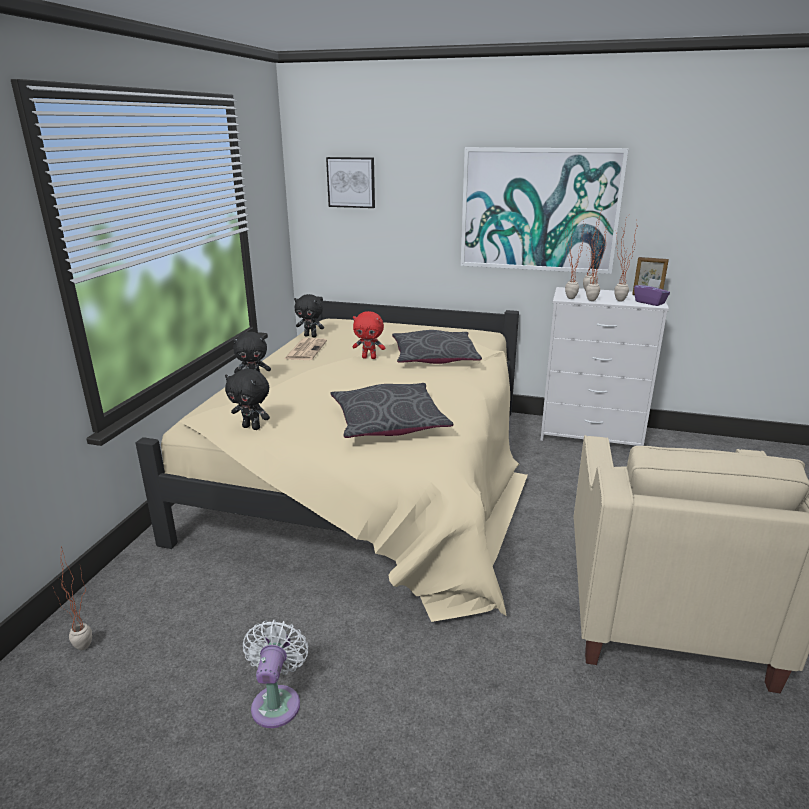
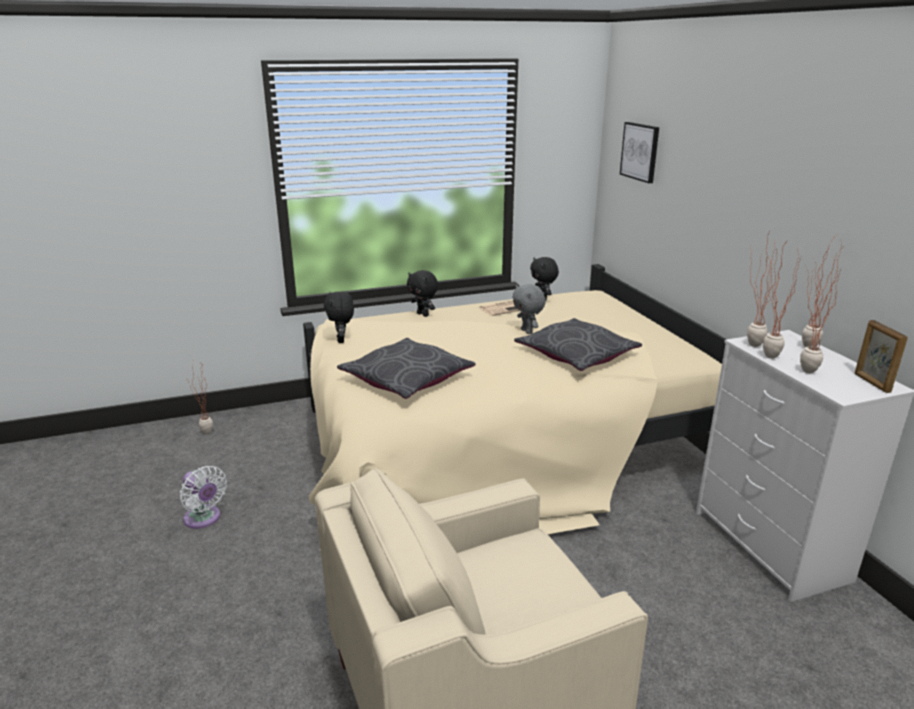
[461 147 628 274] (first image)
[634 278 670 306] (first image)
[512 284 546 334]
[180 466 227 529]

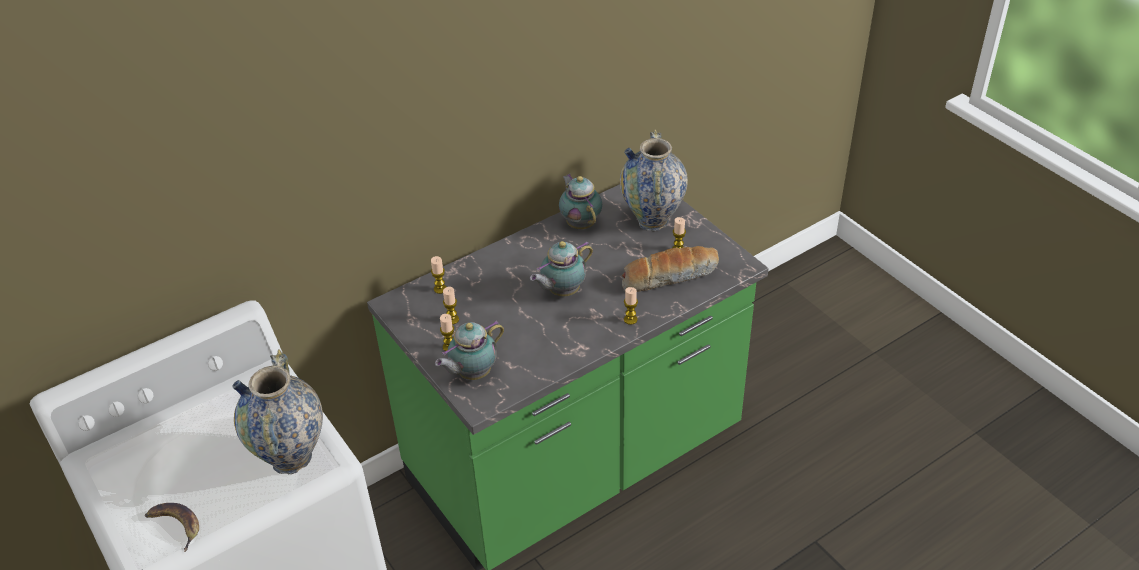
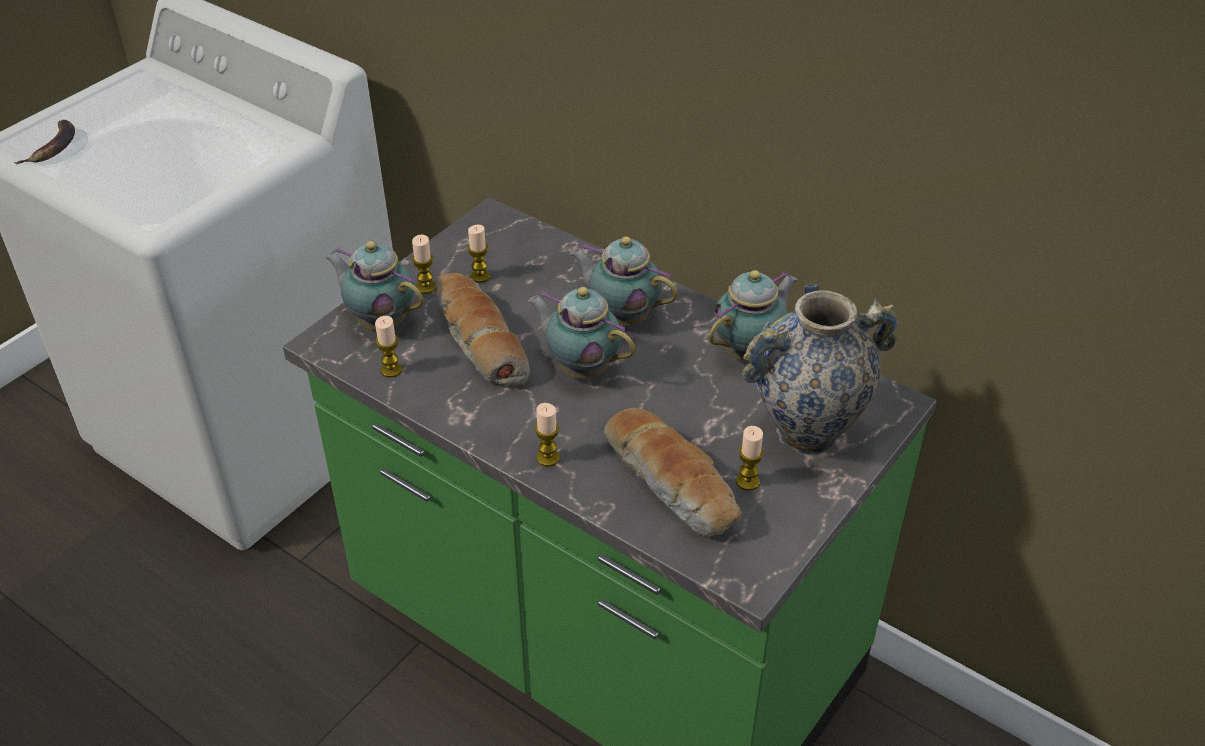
[232 349 323 474] (first image)
[436 273 530 386]
[570 236 678 325]
[375 316 402 377]

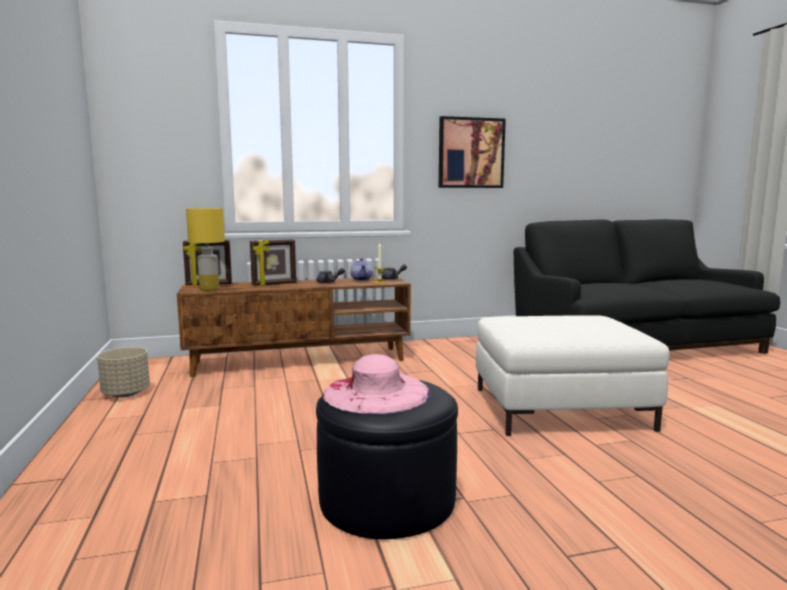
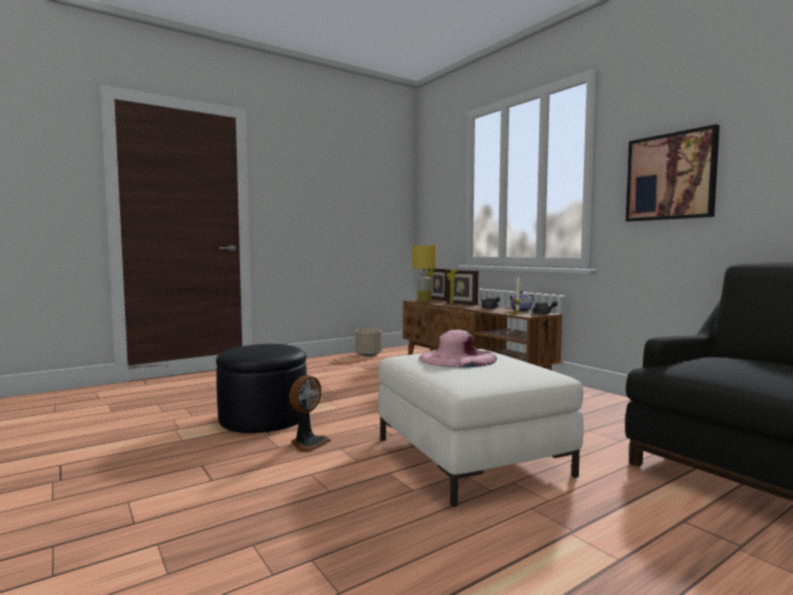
[289 375 331 452]
[419 330 497 367]

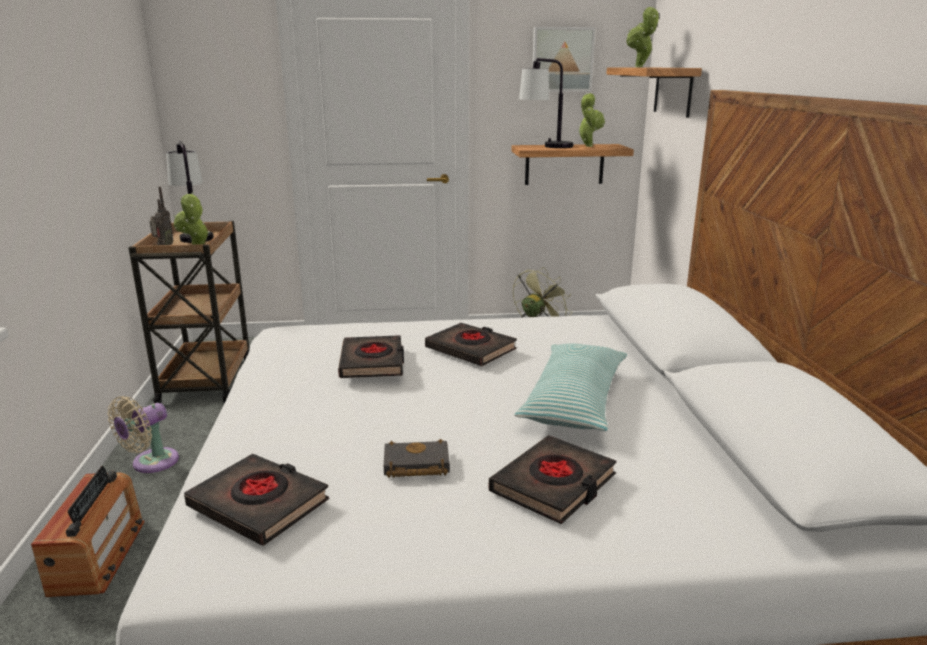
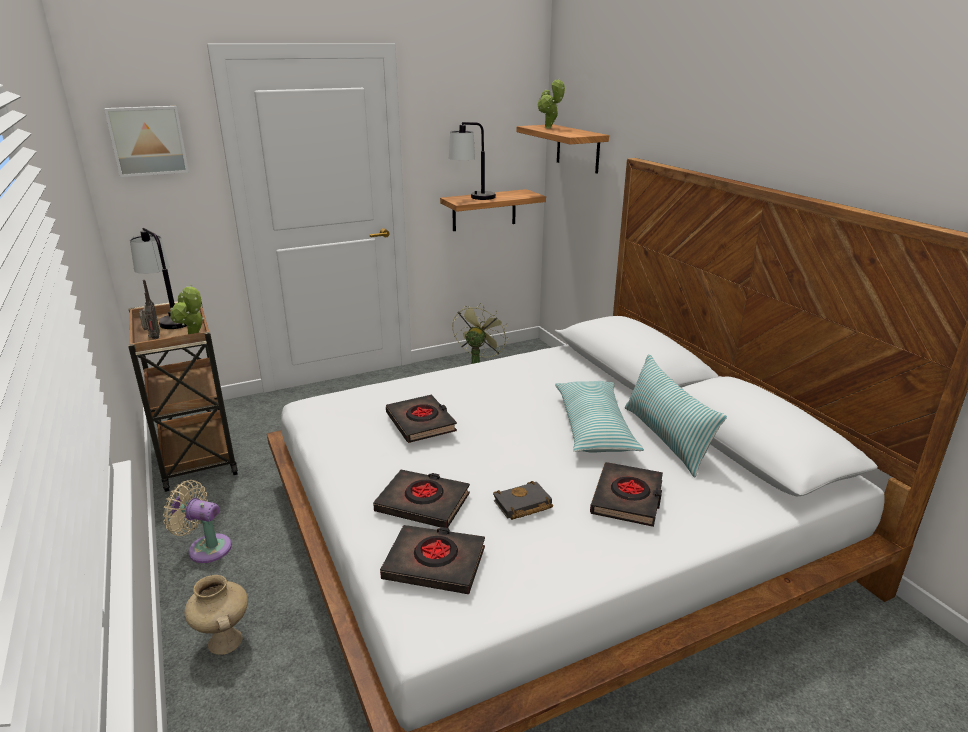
[578 93 605 147] (first image)
[625 354 727 477]
[373 470 470 528]
[104 106 189 177]
[184 575 248 655]
[163 480 232 563]

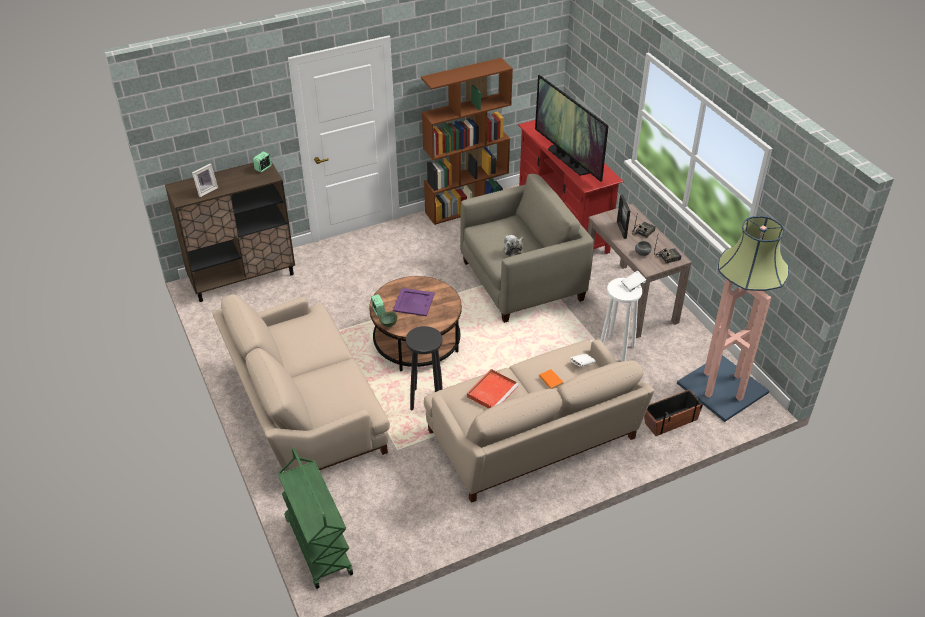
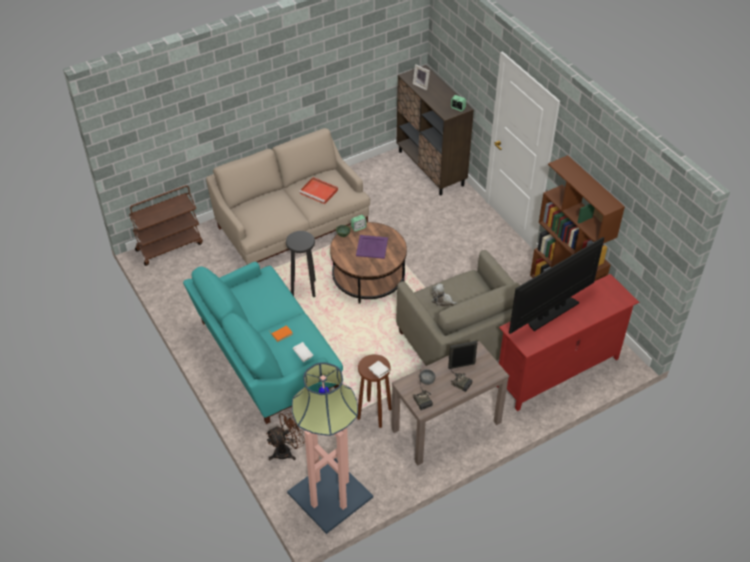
[299 177 338 204]
[266 410 305 460]
[129 185 203 266]
[183 262 343 424]
[357 354 392 428]

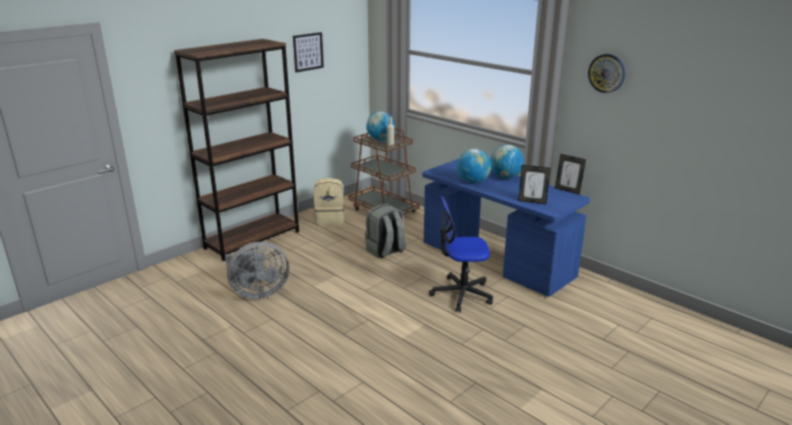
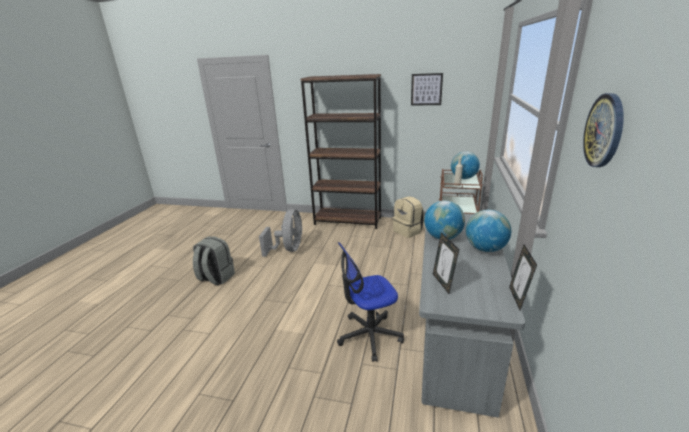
[193 236 235 286]
[419 214 525 418]
[259 209 303 257]
[337 242 404 362]

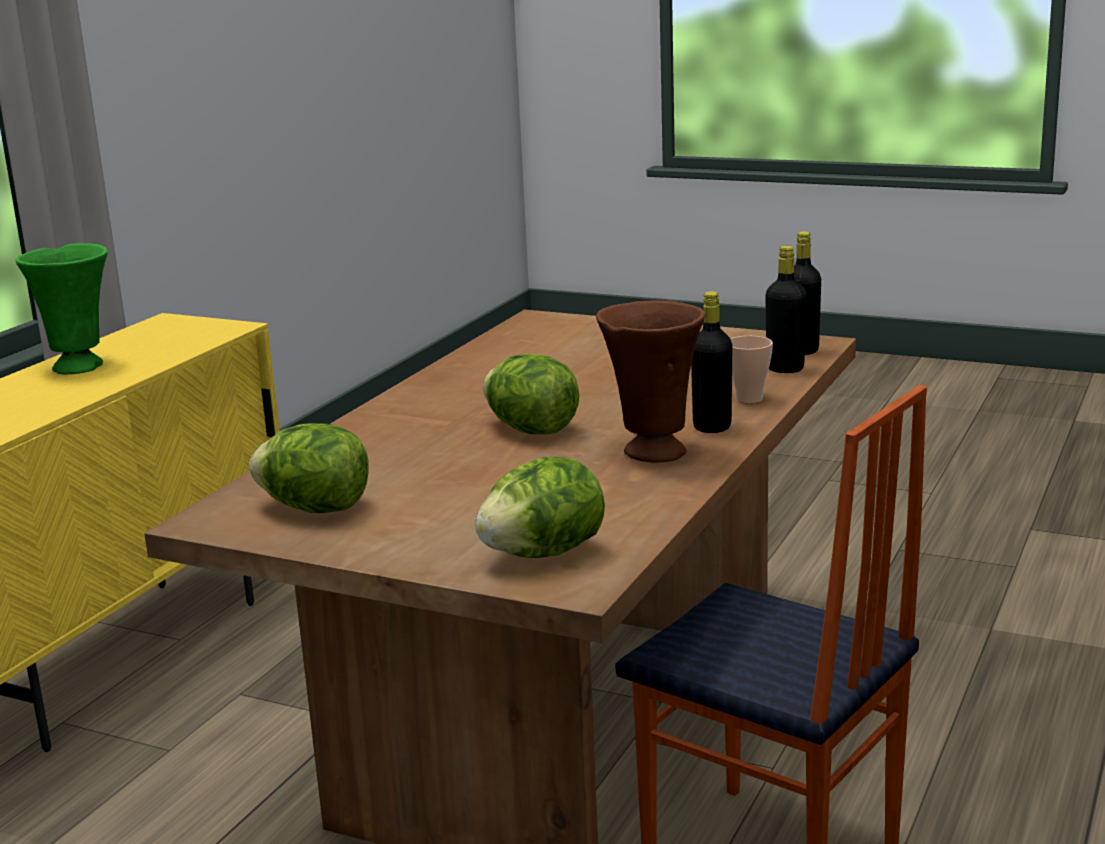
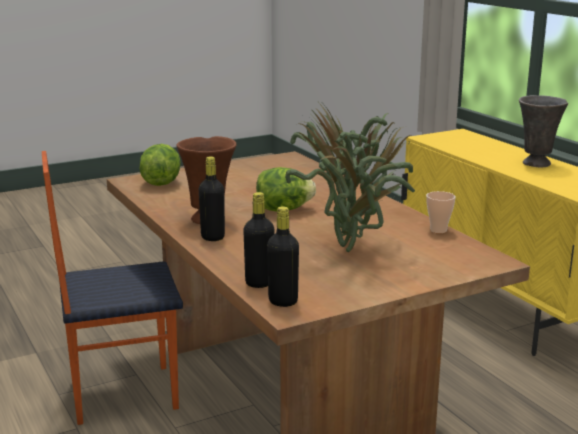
[249 423 369 513] (first image)
[285 103 415 252]
[426 191 456 233]
[519 95 568 167]

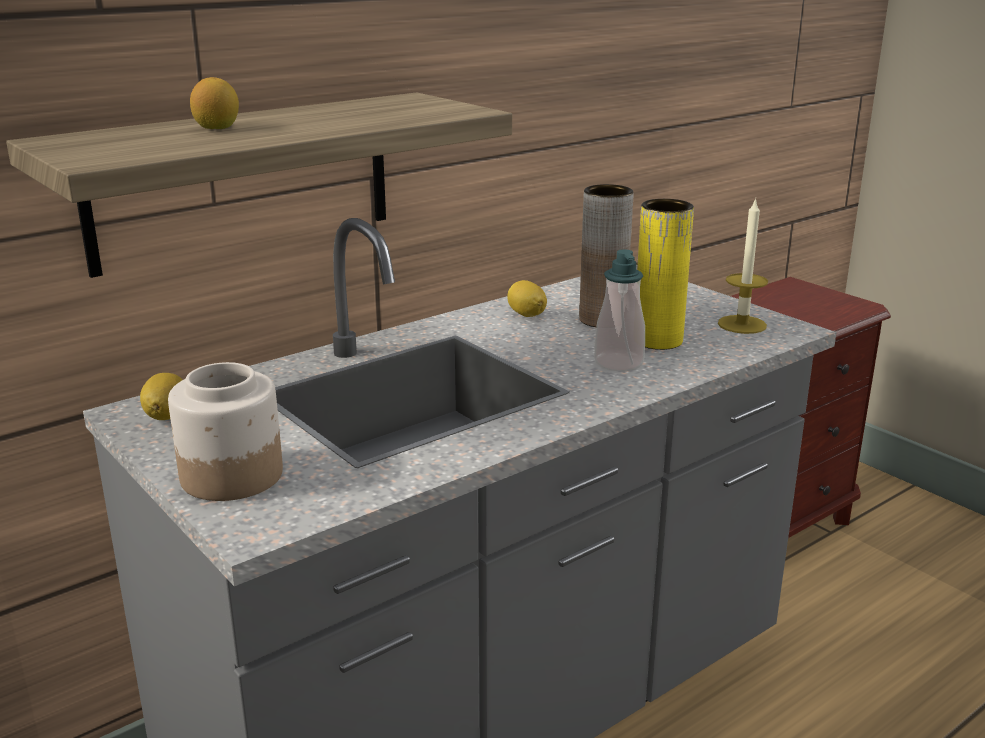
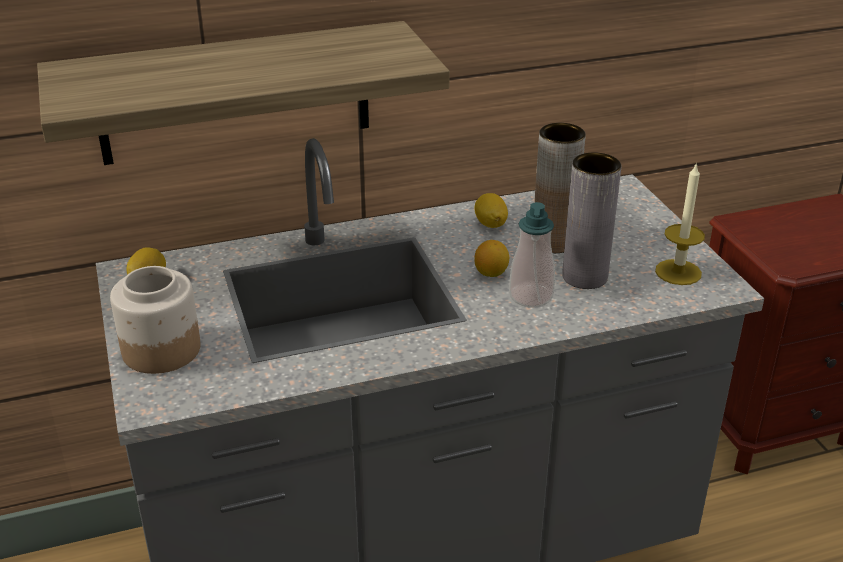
[474 240 509 277]
[562 153 621 289]

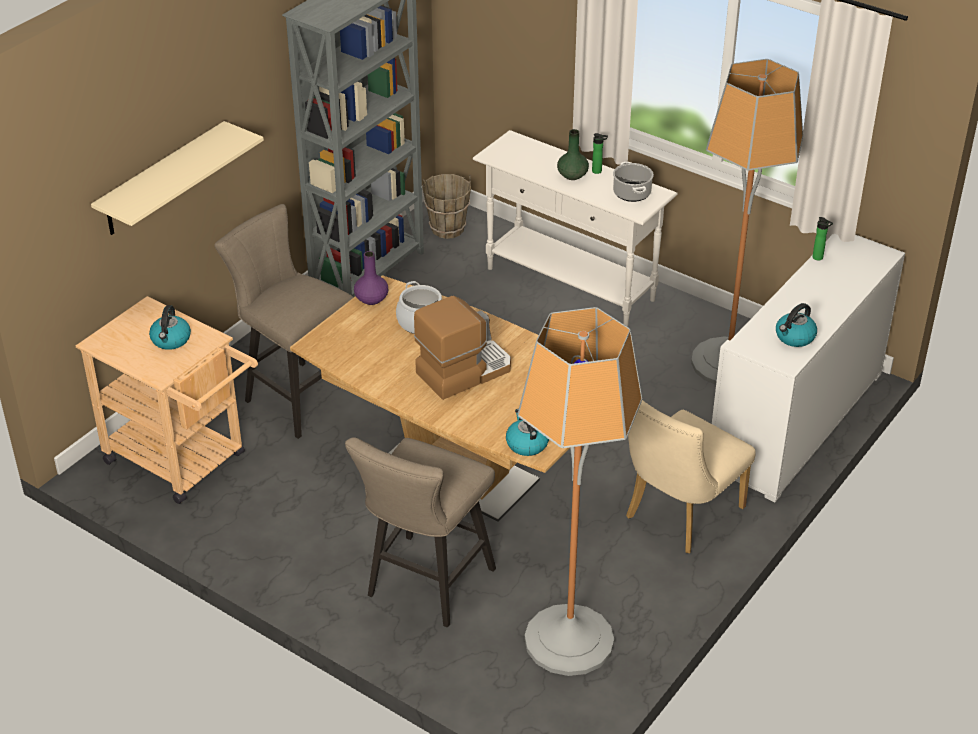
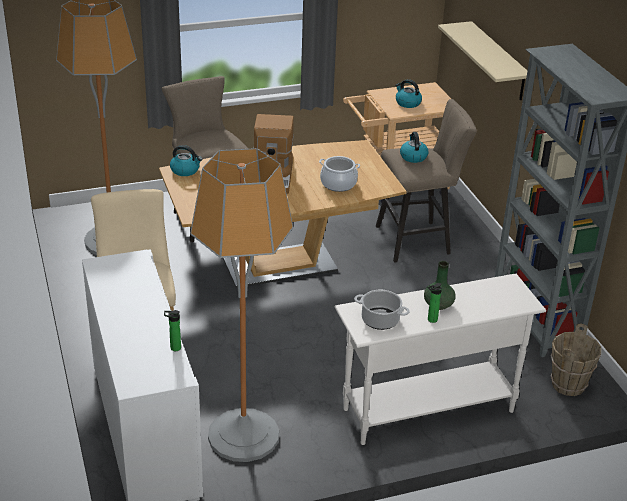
[354 251 388 305] (first image)
[400 132 429 163]

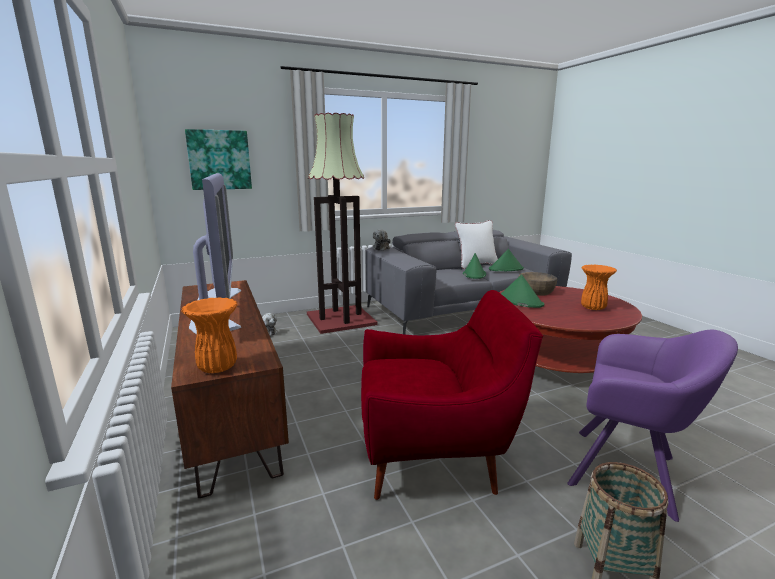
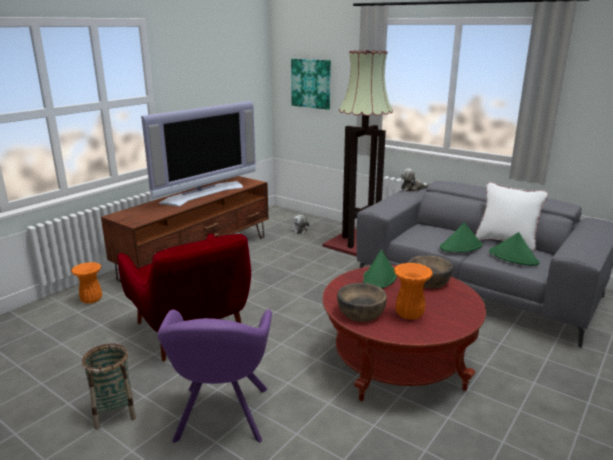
[337 283 387 322]
[71 262 102 304]

